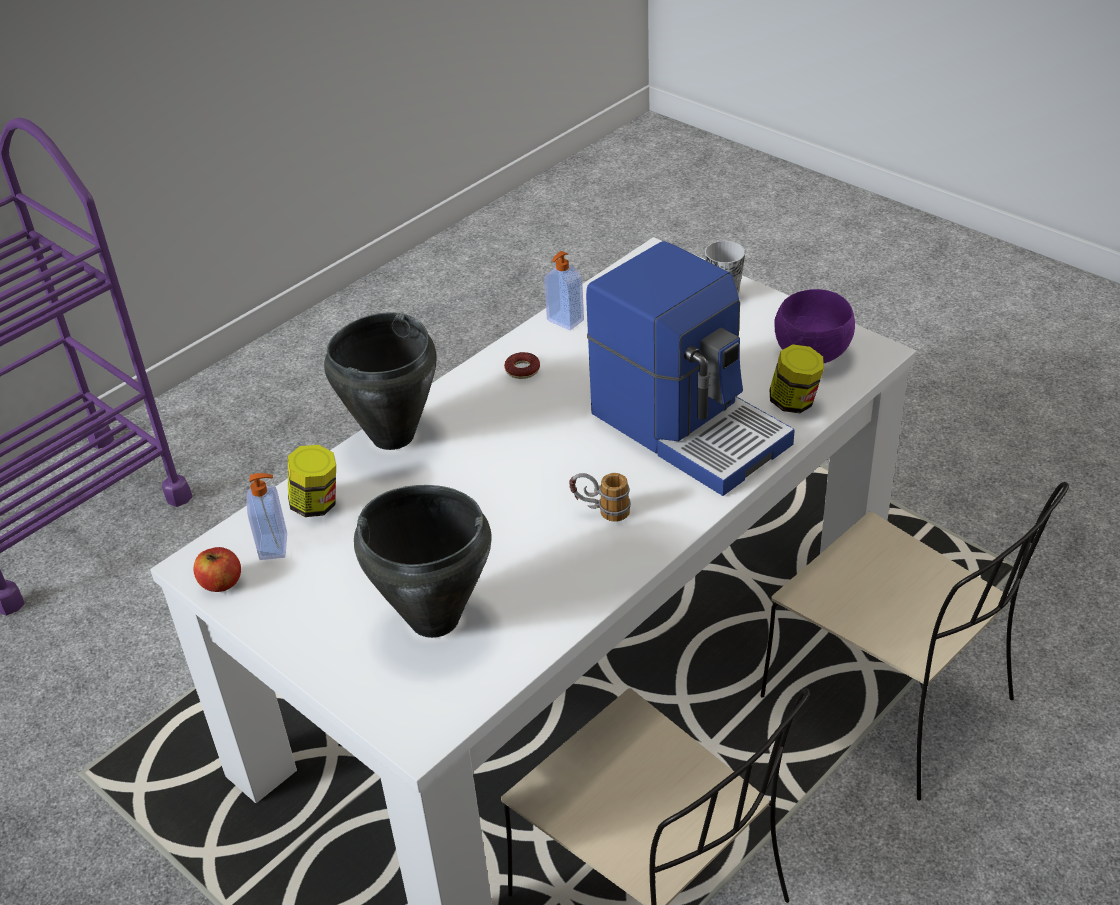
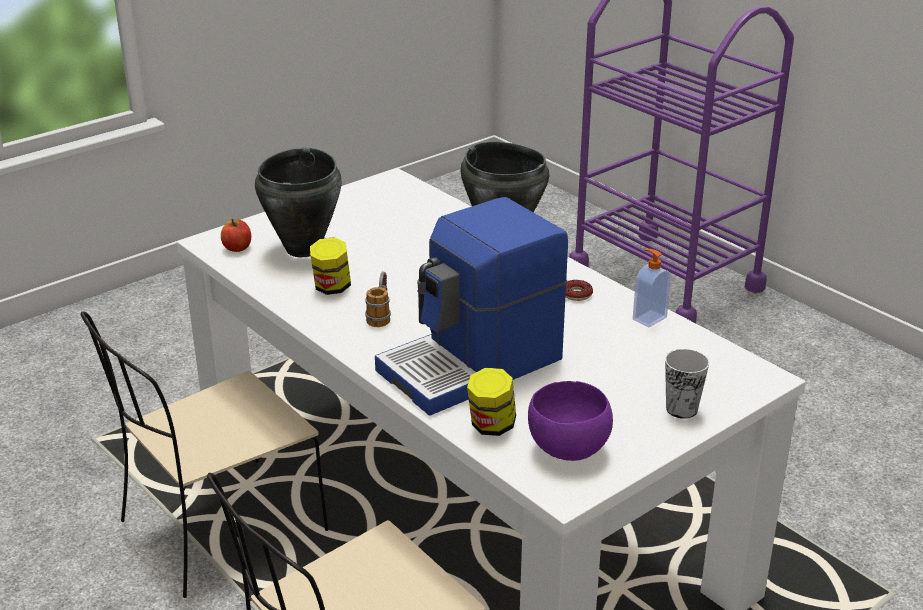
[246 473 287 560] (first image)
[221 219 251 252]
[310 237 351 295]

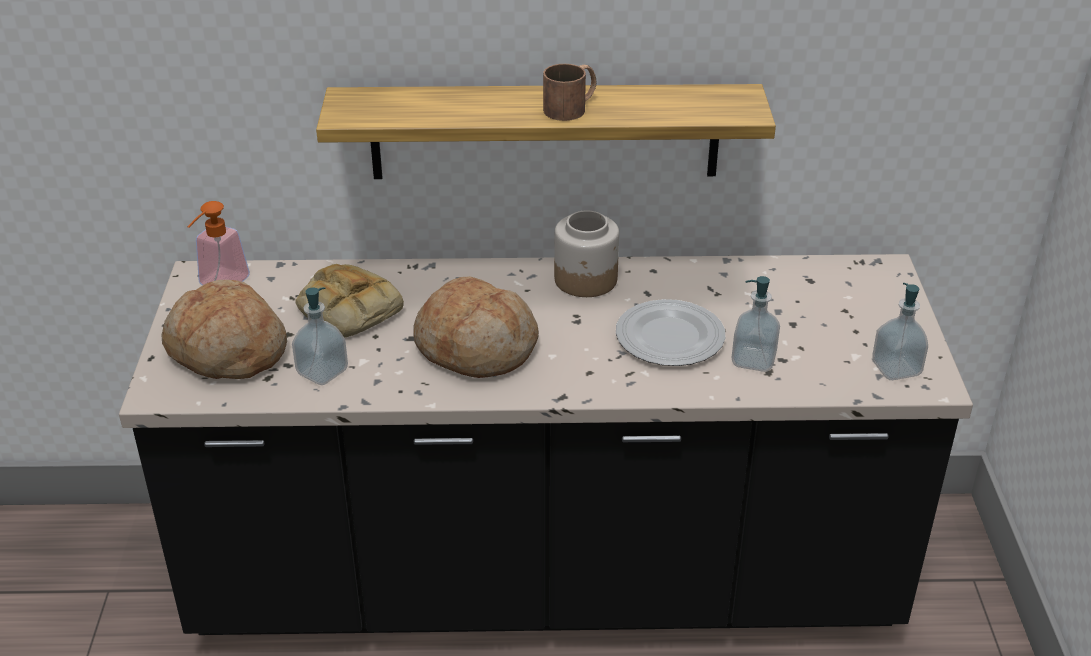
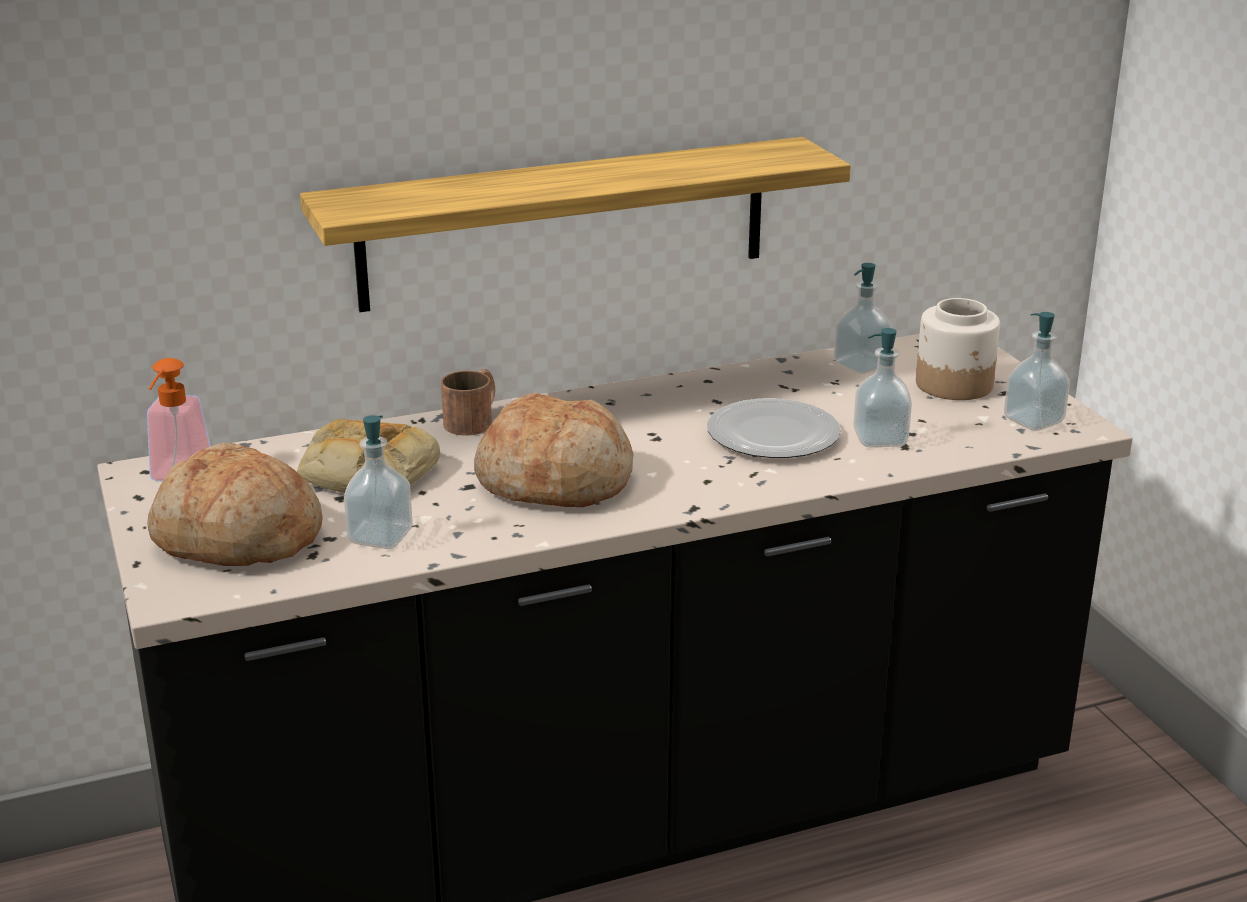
[834 263 893 374]
[441 369 495 436]
[916 298 1000 400]

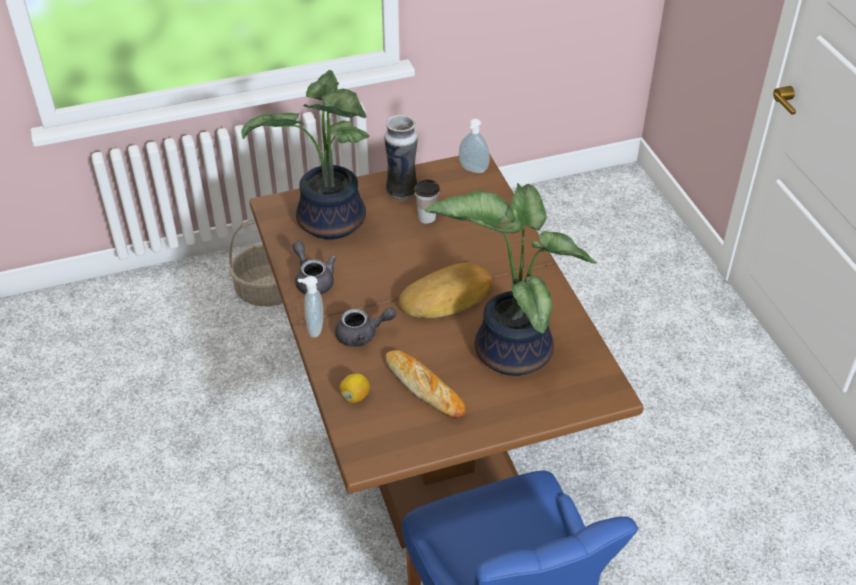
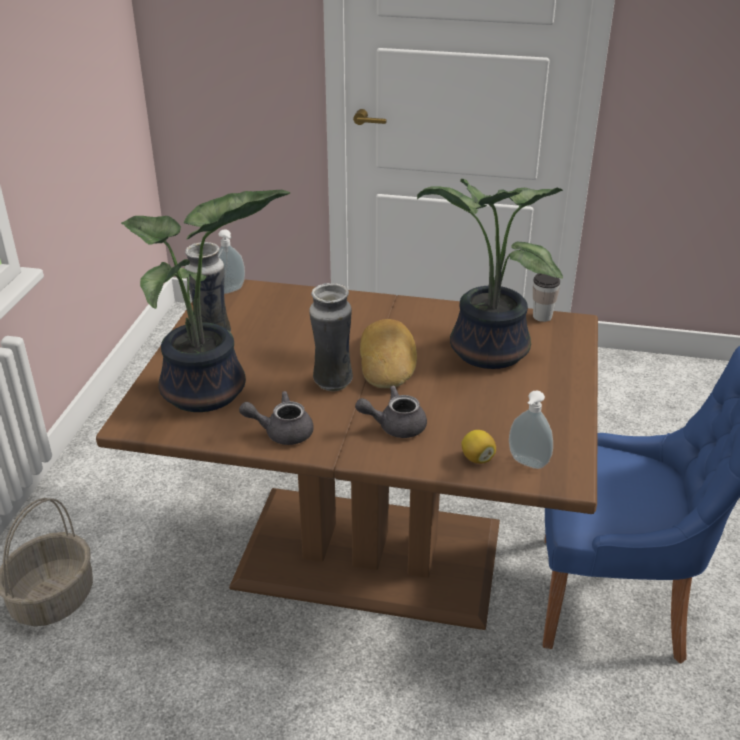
[385 350 465 419] (first image)
[309 283 353 391]
[509 391 553 469]
[533 273 560 322]
[355 386 427 438]

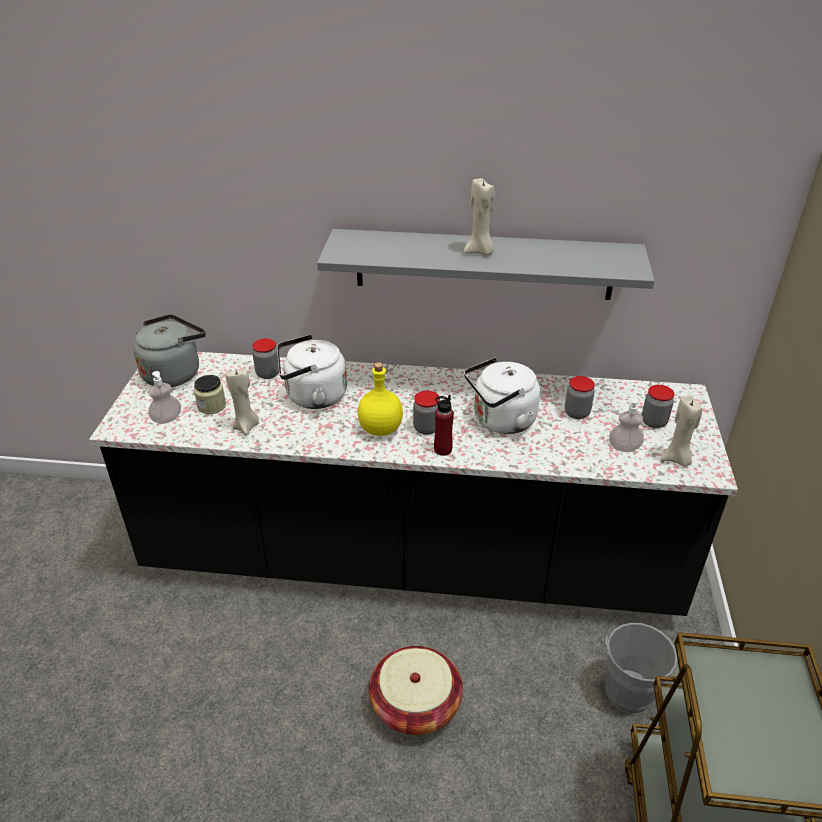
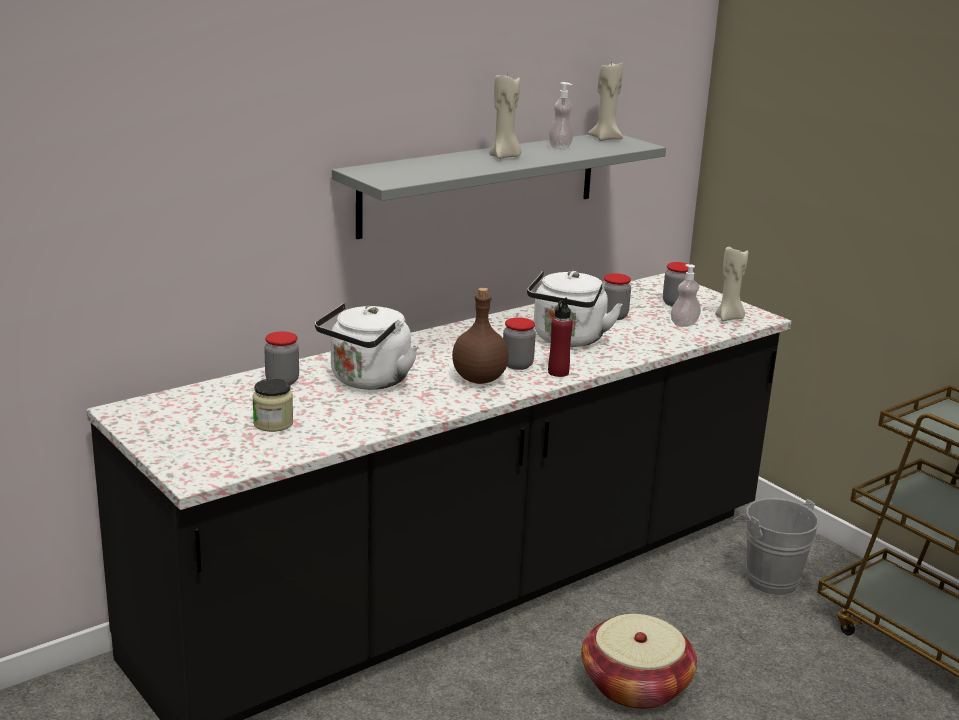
[133 314 206 387] (first image)
[548 82 574 149]
[588 61 623 141]
[452 288 509 384]

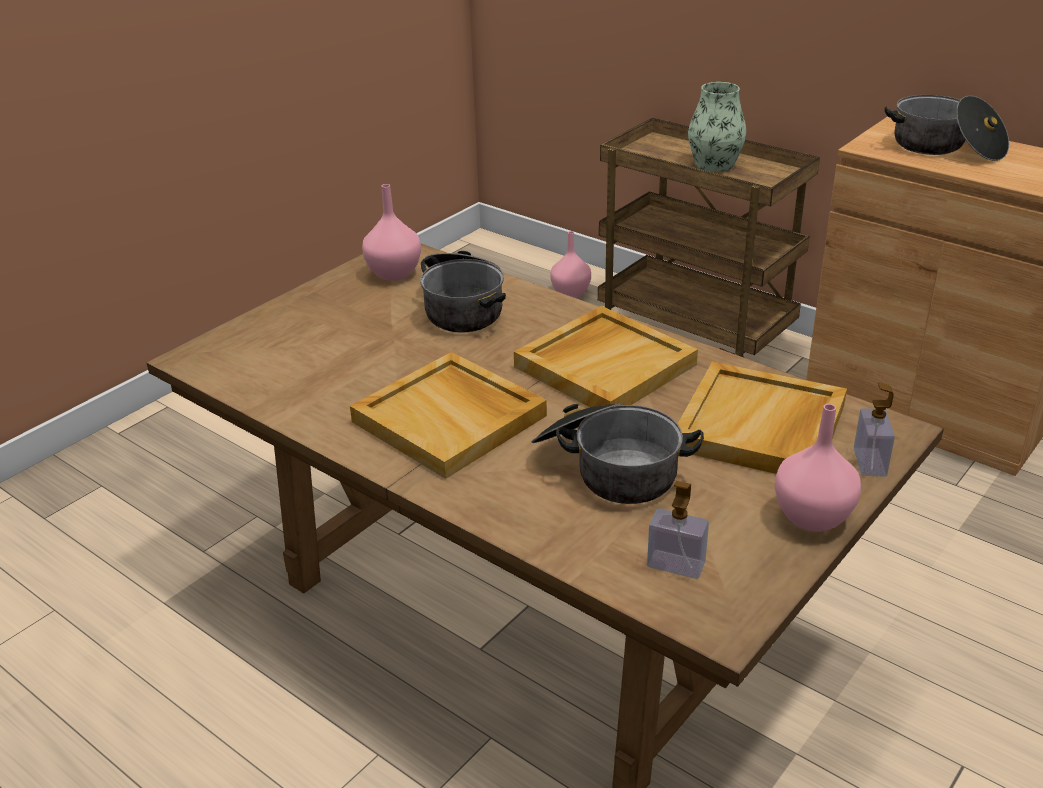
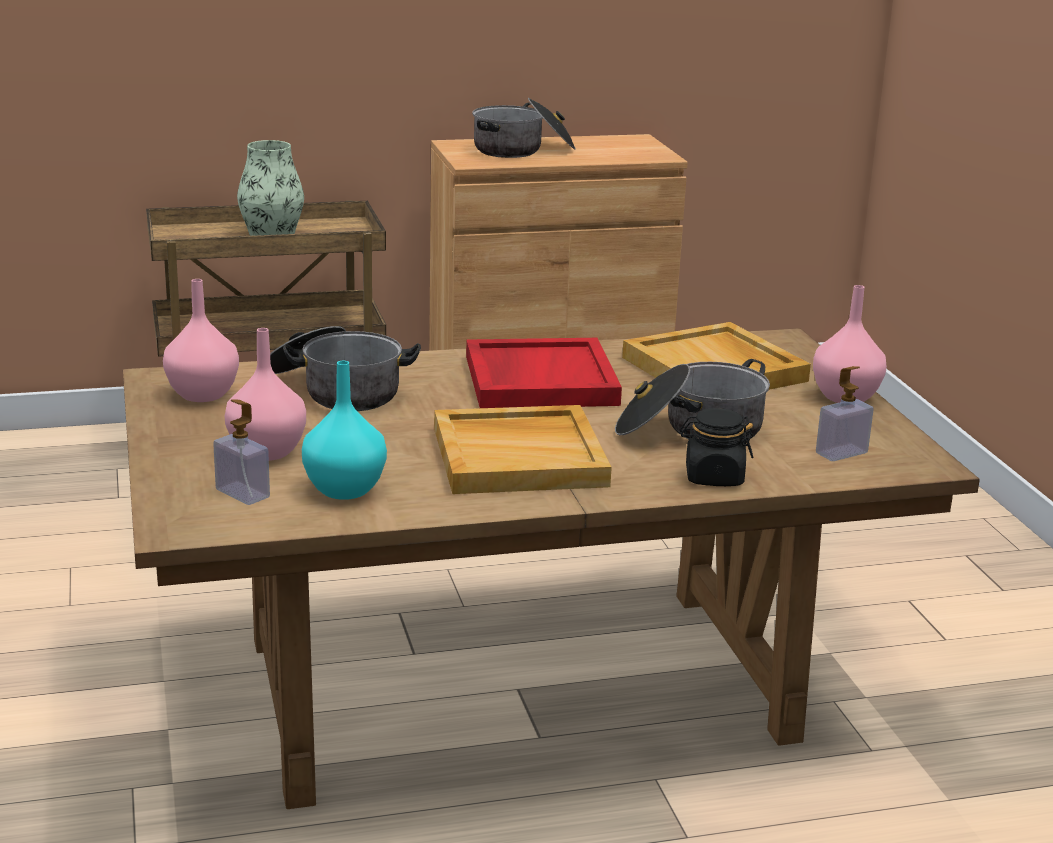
[302 361 387 500]
[680 408 753 486]
[225 328 306 461]
[213 399 270 505]
[466 338 622 408]

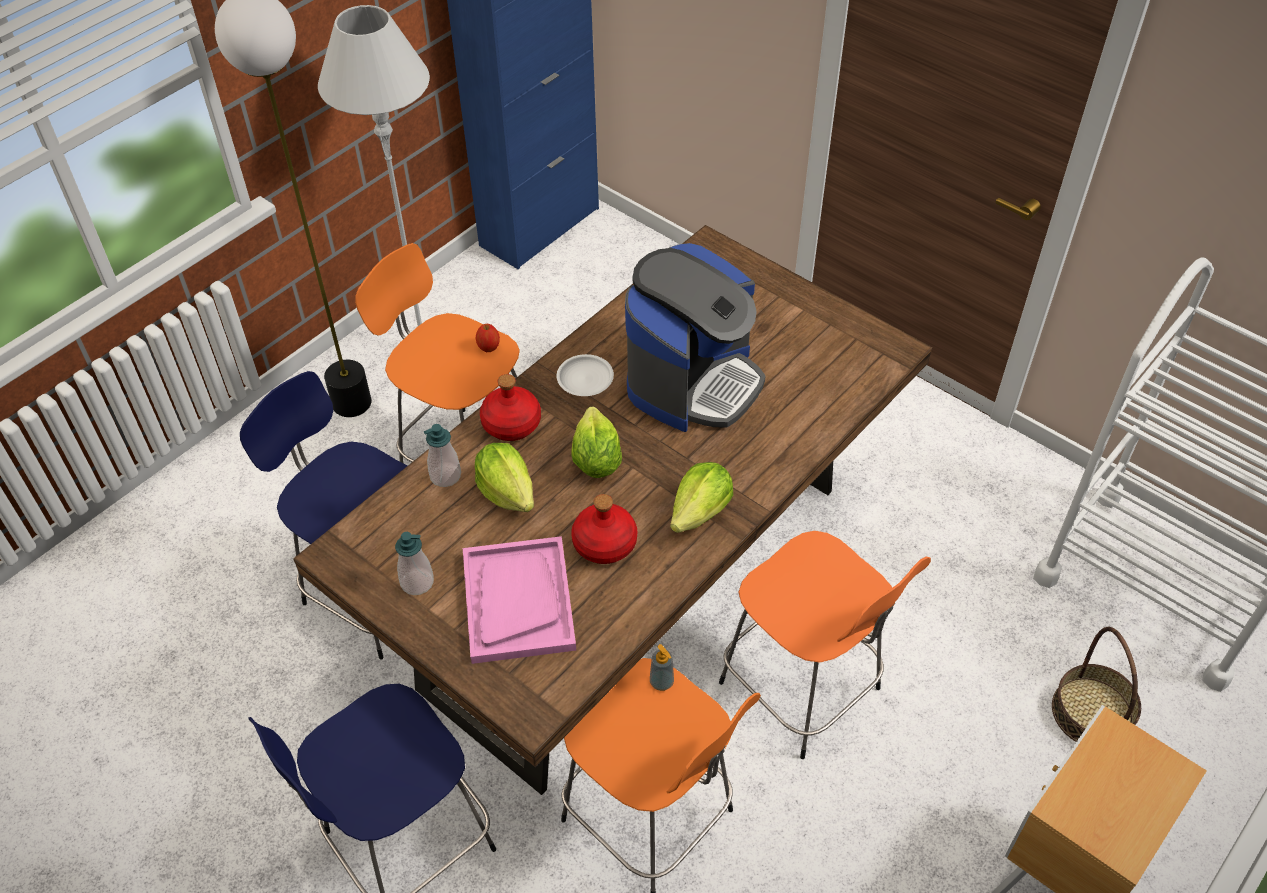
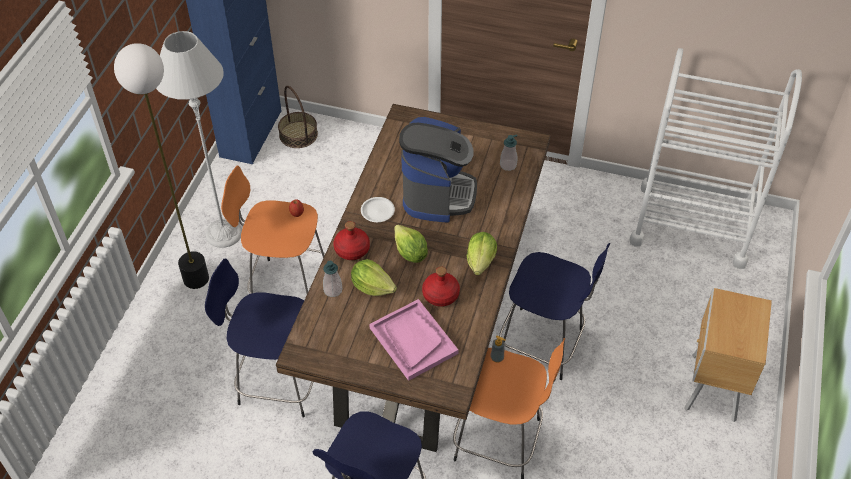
[500 134 518 171]
[278 86 318 148]
[499 243 610 380]

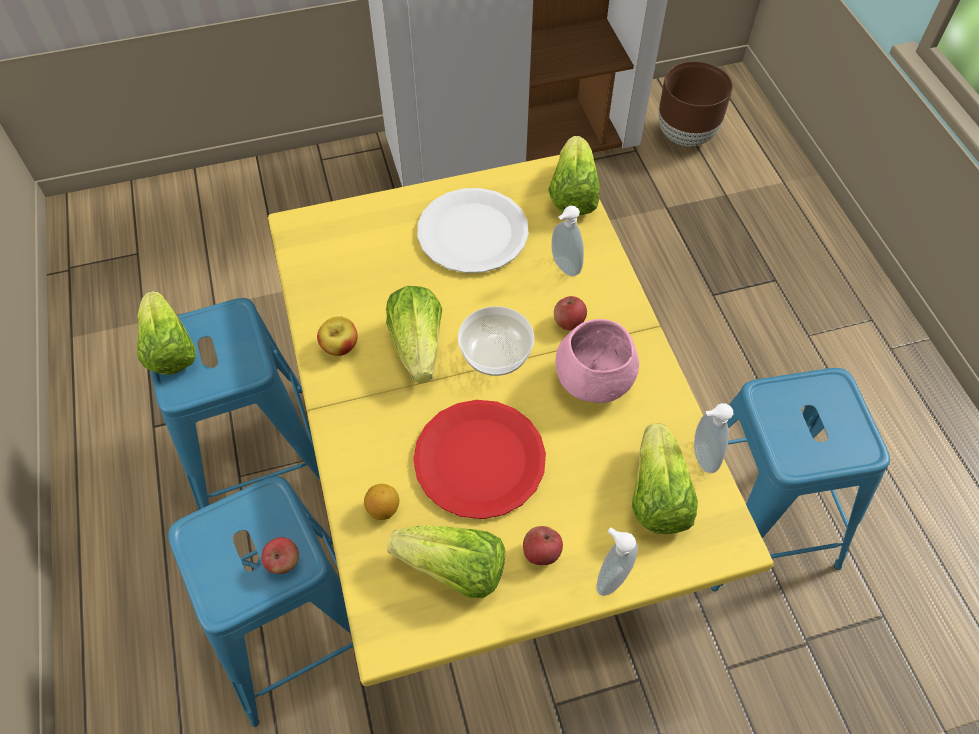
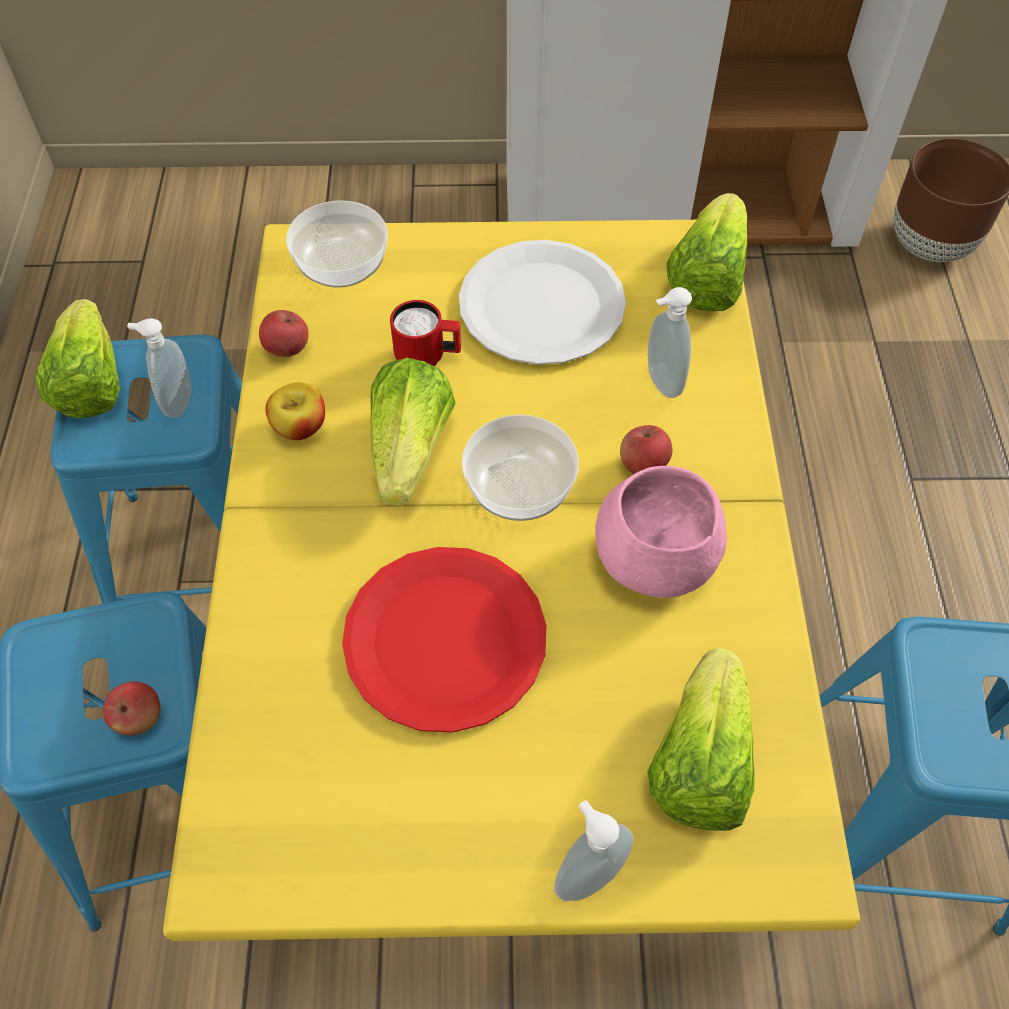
[364 484 399 520] (first image)
[387 525 505 598] (first image)
[286 200 388 288]
[390 300 461 366]
[259 310 309 357]
[127 318 191 418]

